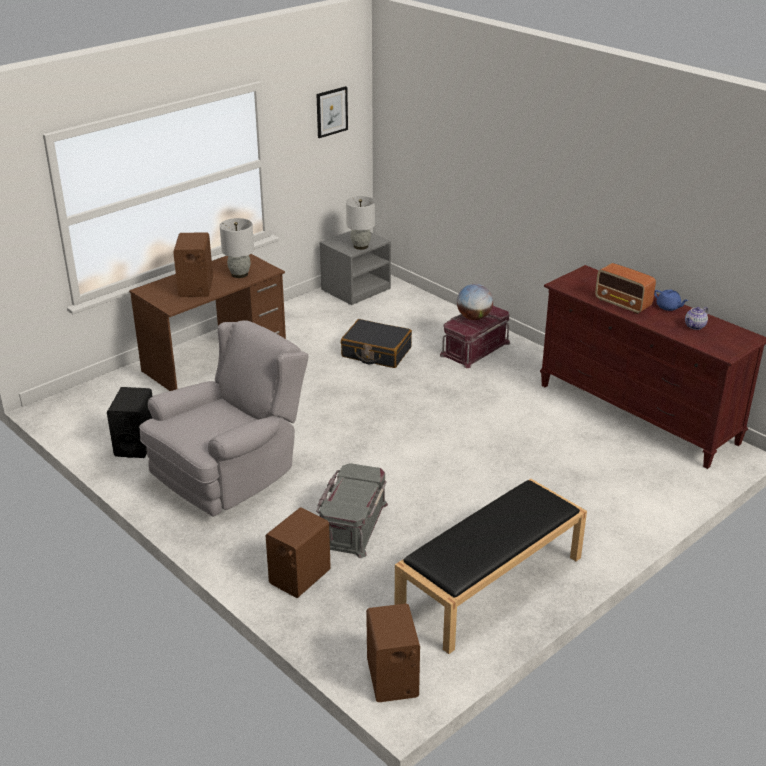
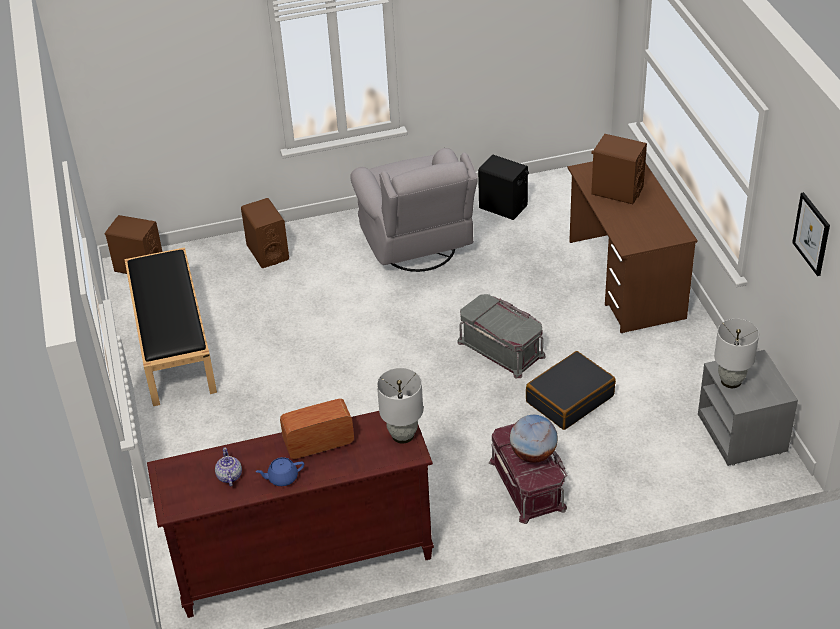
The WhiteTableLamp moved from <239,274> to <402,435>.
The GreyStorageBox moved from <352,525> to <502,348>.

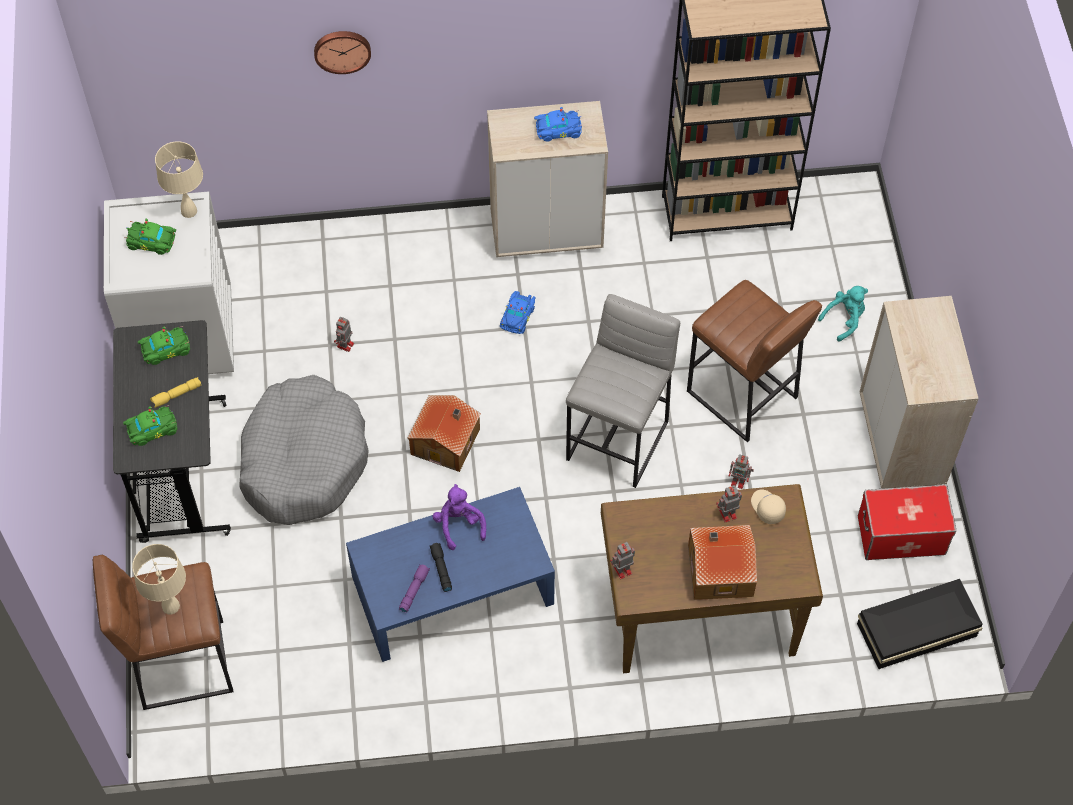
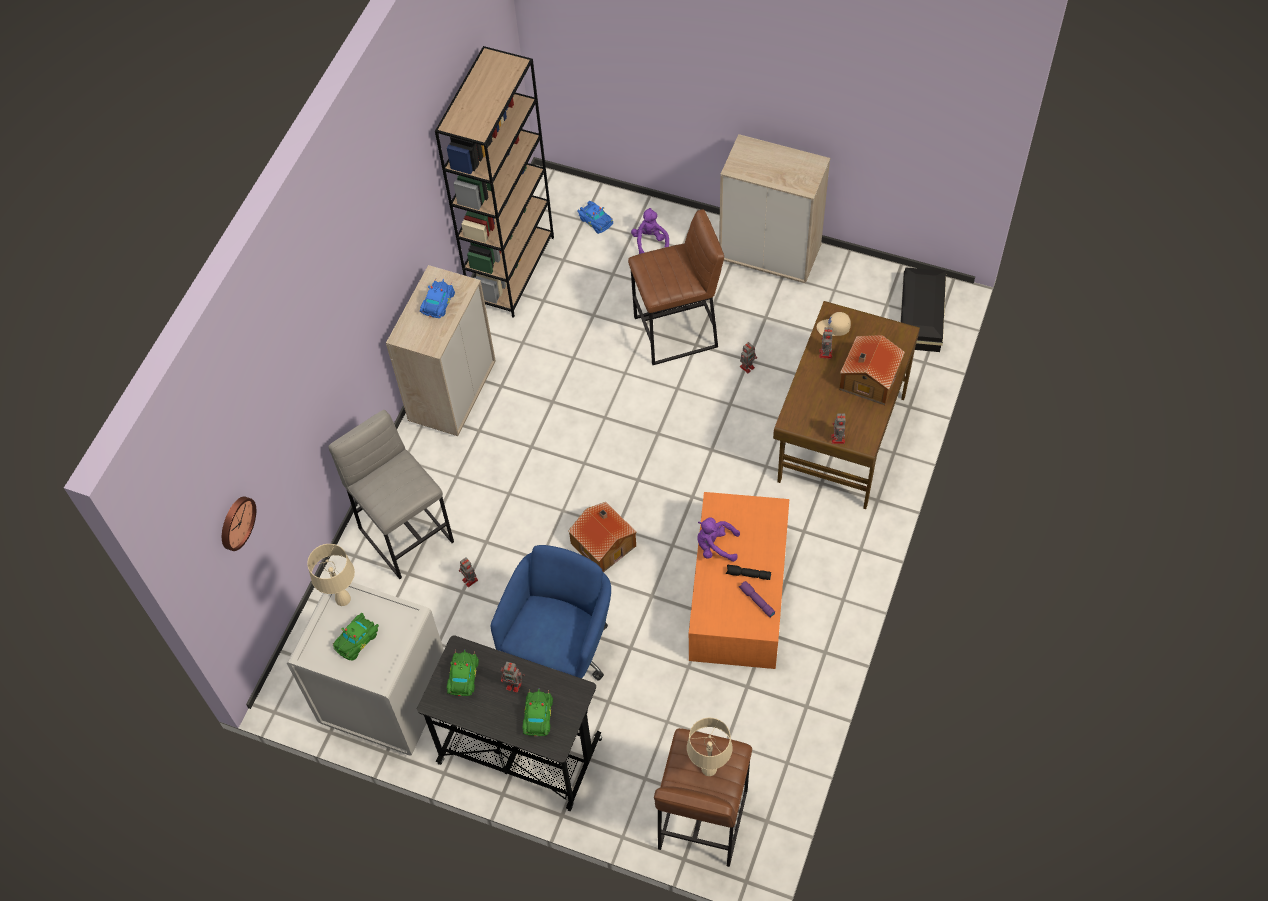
The YellowFlashlight at <176,395> was replaced by the ToyRobot at <514,685>.
The GreyDogBed at <303,460> was replaced by the BlueOfficeChair at <561,654>.
The WallClock moved from <342,50> to <236,522>.
The BlueCoffeeTable at <452,589> became the OrangeCoffeeTable at <737,594>.
The BlueToyCar moved from <518,316> to <595,220>.
The GreyStool moved from <618,439> to <405,534>.
The TurquoisePlushToy at <844,319> became the PurplePlushToy at <650,242>.
The StorageBox at <901,535> disappeared.

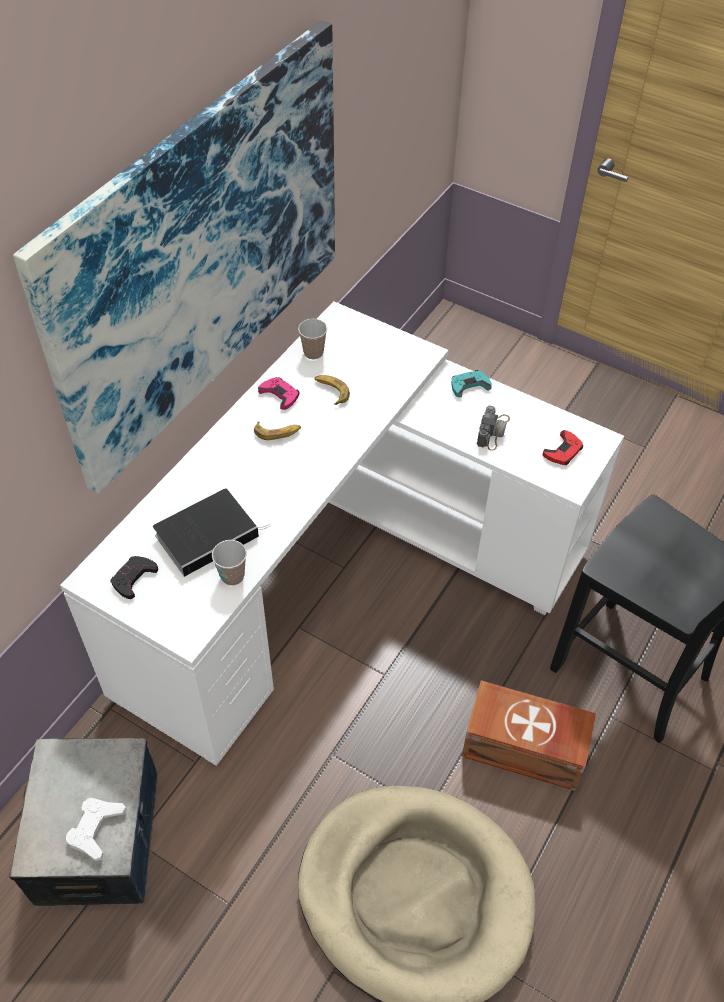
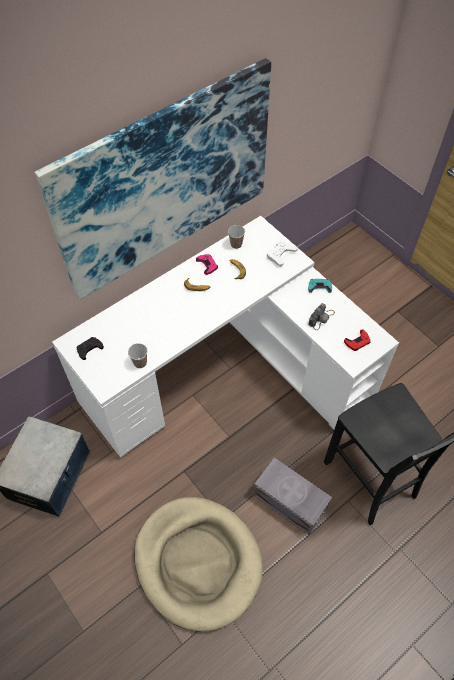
The WhiteGameController moved from <96,829> to <280,255>.
The Book at <209,534> disappeared.
The BrownStorageBox at <525,749> became the GreyStorageBox at <290,503>.

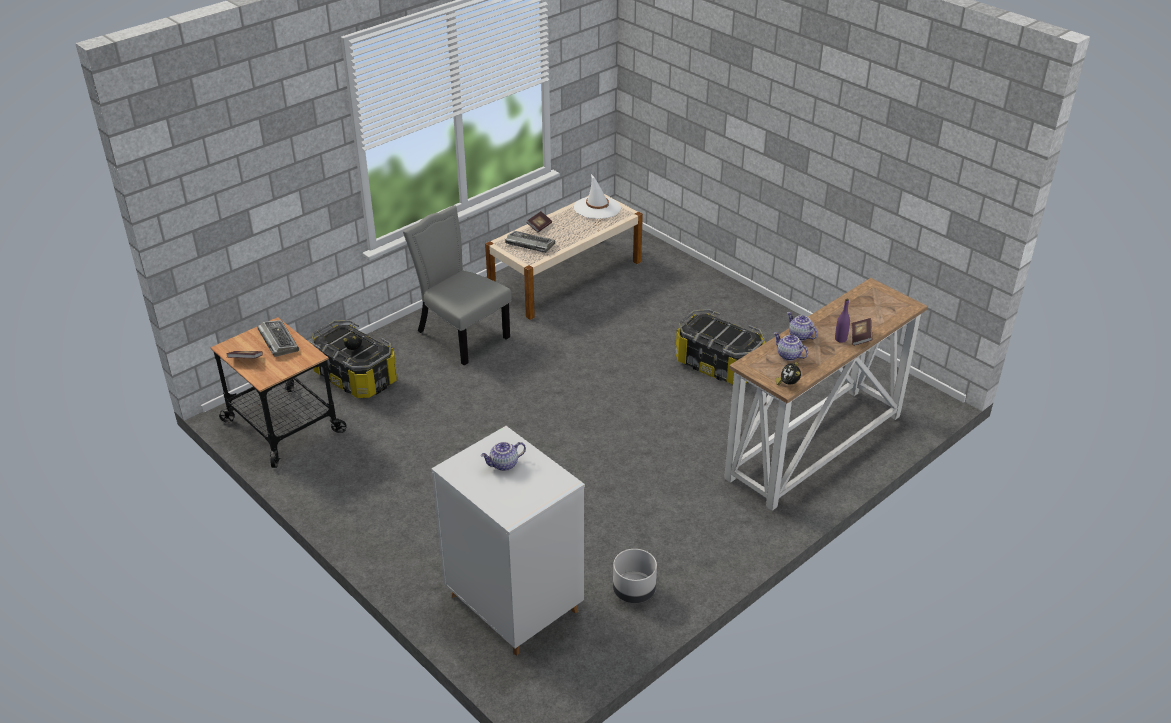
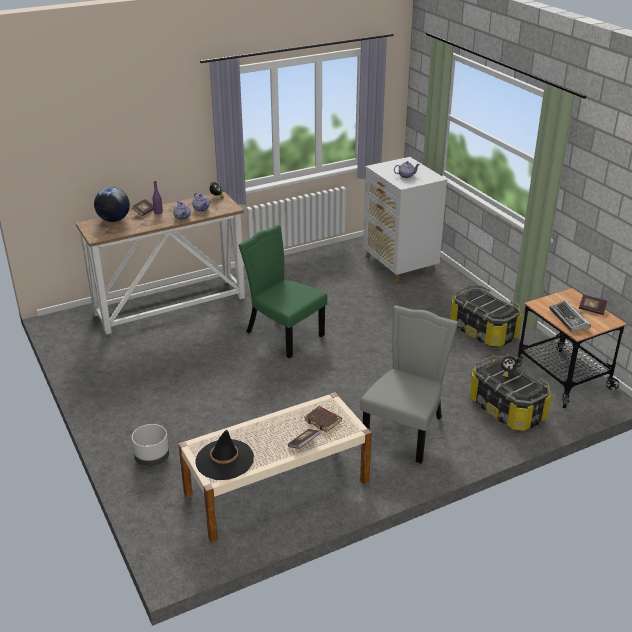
The GreyChair at <462,337> turned 120 degrees counterclockwise.
The Keyboard at <529,244> was replaced by the BrownBook at <323,421>.
The WhiteHat at <597,208> became the BlackHat at <224,460>.
The GreyPlanter moved from <634,591> to <152,459>.
The StorageBox moved from <718,365> to <483,331>.
The Globe at <114,220> appeared.
The GreenChair at <284,335> appeared.

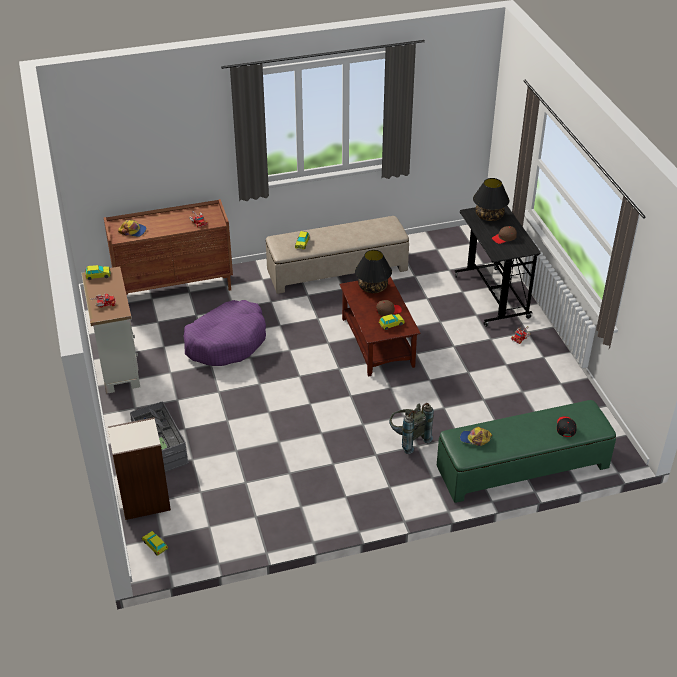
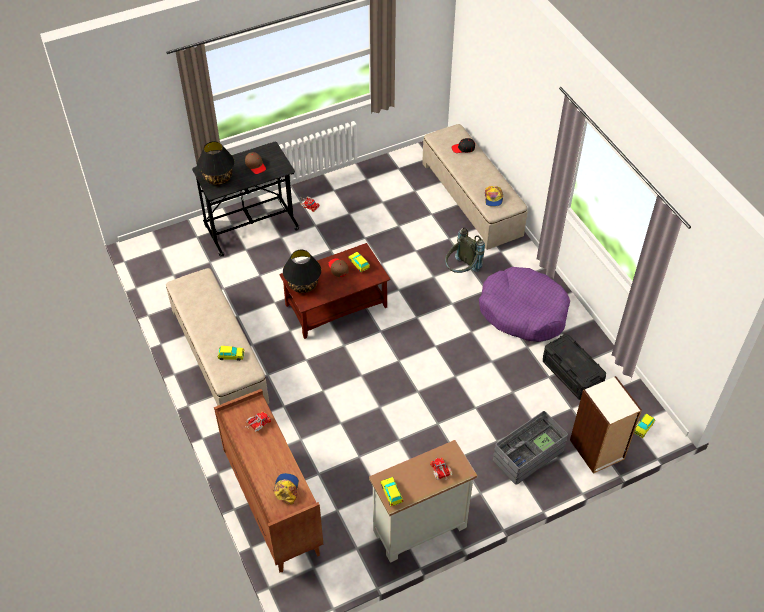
The PurpleDogBed moved from <226,342> to <523,312>.
The GreenBench at <522,467> became the BeigeBench at <472,199>.
The BlackStorageBox at <571,374> appeared.

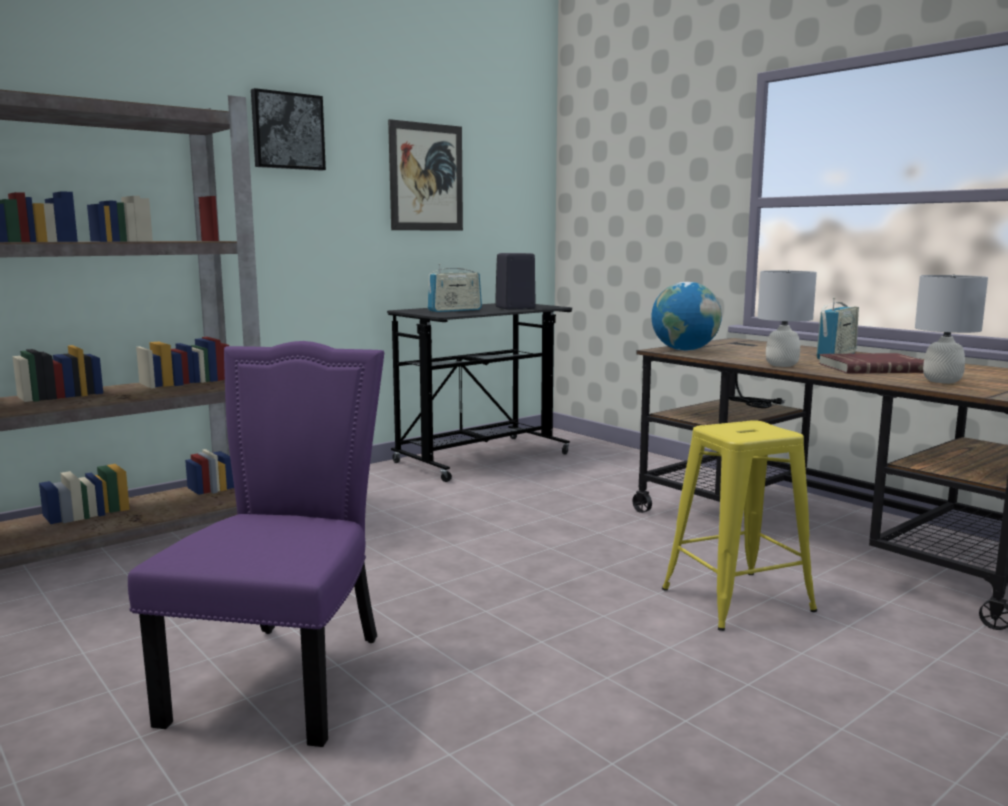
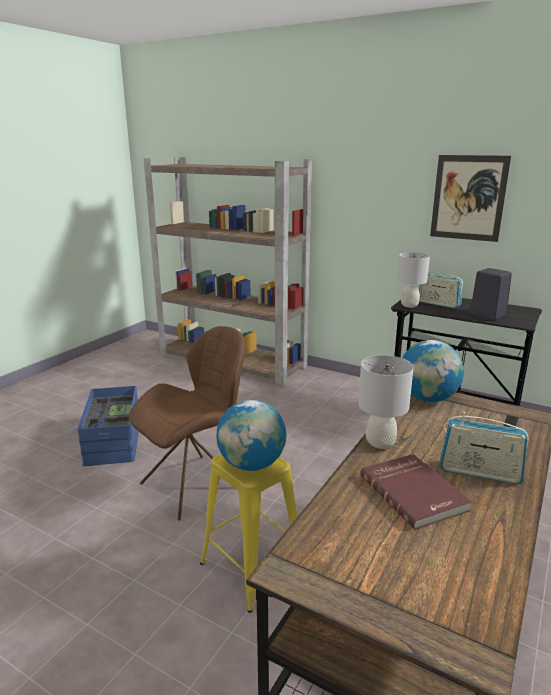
The PurpleChair at <281,683> was replaced by the BlueStorageBox at <114,440>.
The Picture at <287,131> disappeared.
The GreyTableLamp moved from <942,381> to <410,306>.
The BrownChair at <195,484> appeared.
The Globe at <252,464> appeared.

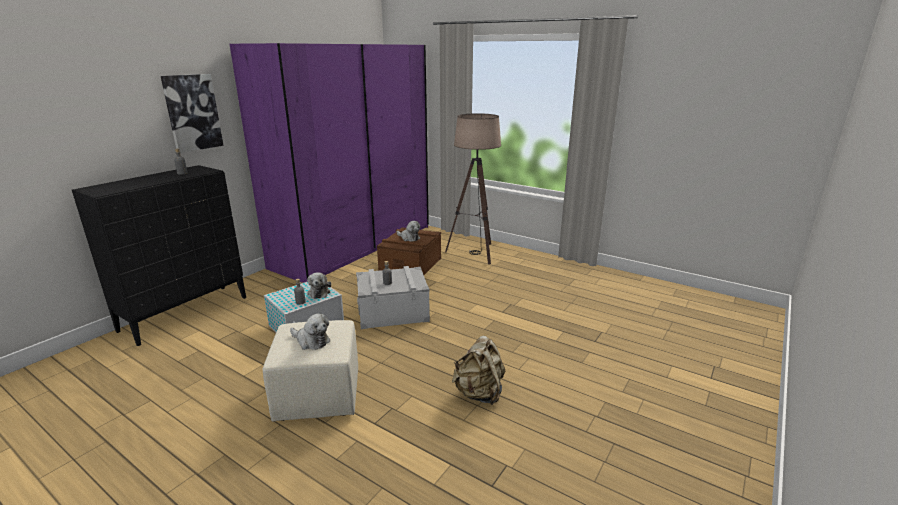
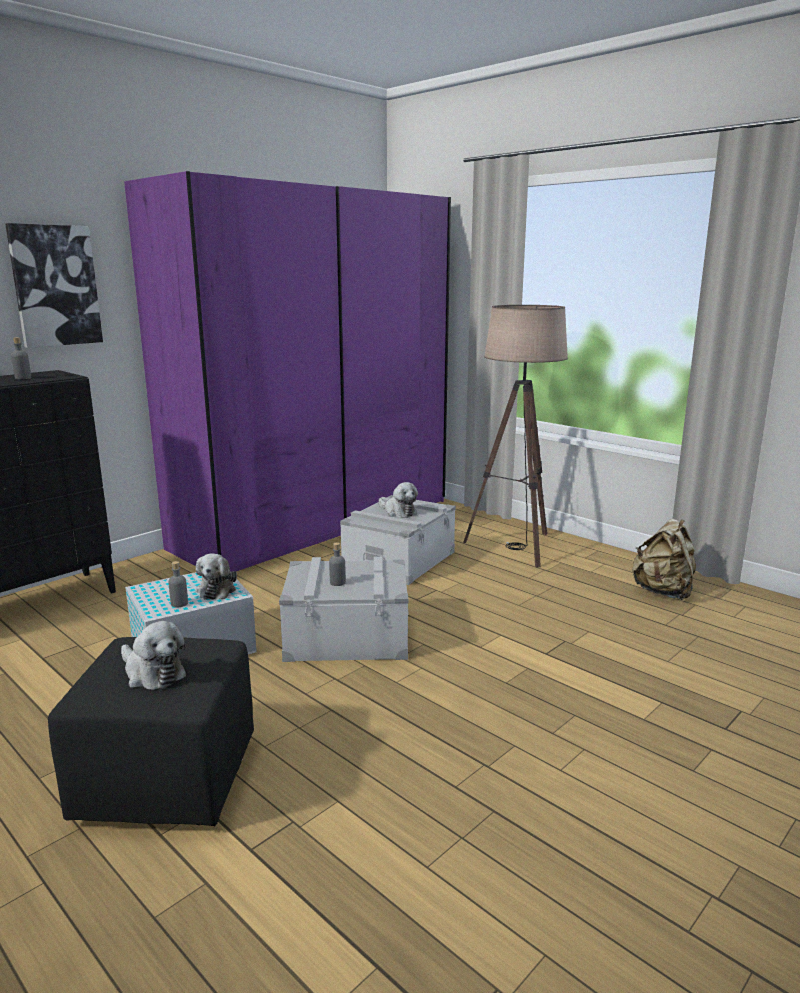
The BeigeOttoman at <318,395> became the BlackOttoman at <167,777>.
The BrownStorageBox at <410,265> became the GreyStorageBox at <399,559>.
The BeigeBackpack moved from <479,393> to <663,592>.

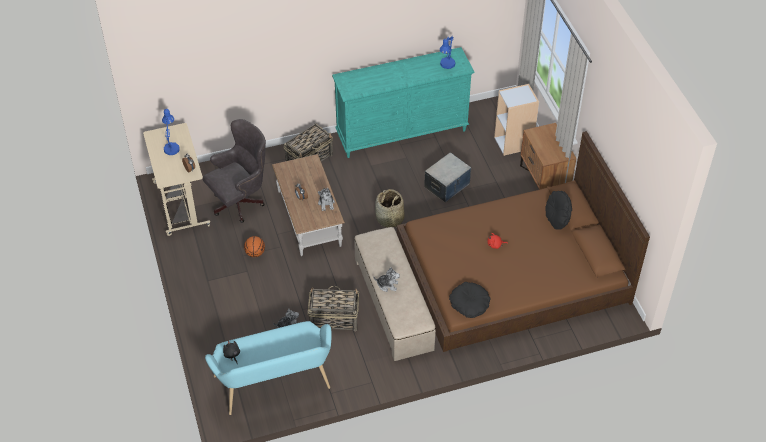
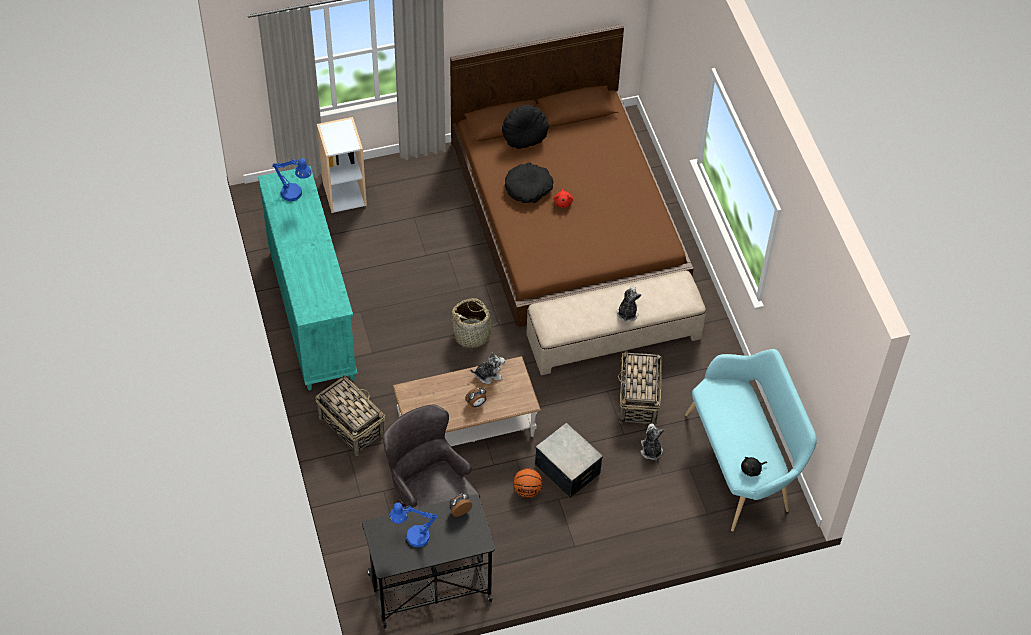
The BeigeDesk at <181,204> became the BlackDesk at <430,588>.
The StorageBox moved from <447,186> to <567,469>.
The BlackPillow moved from <470,303> to <527,187>.
The BrownNightstand at <544,179> disappeared.

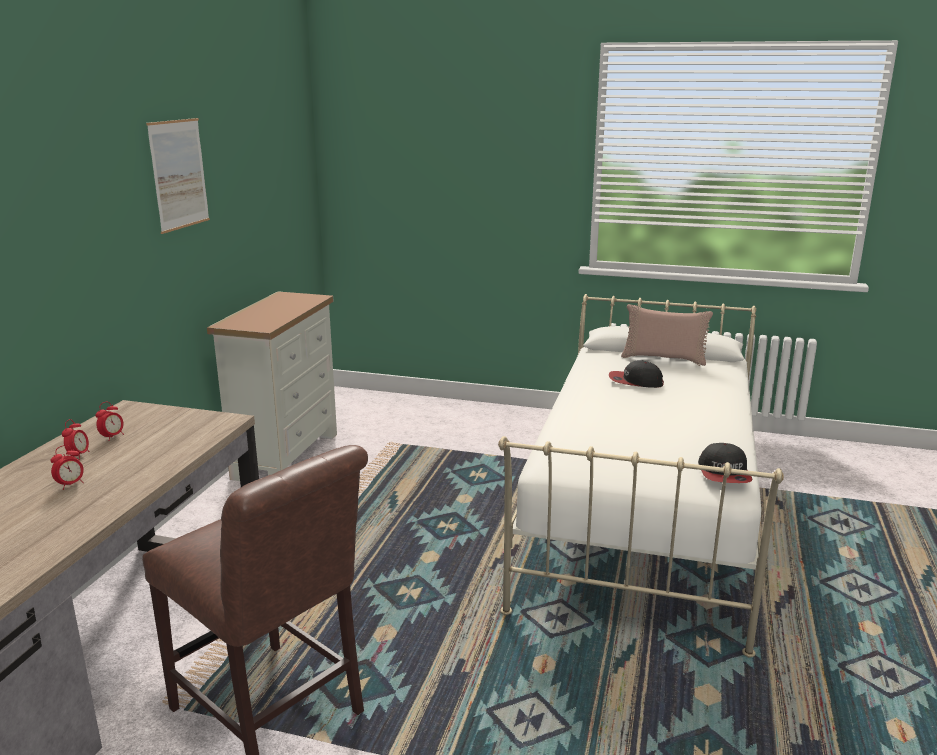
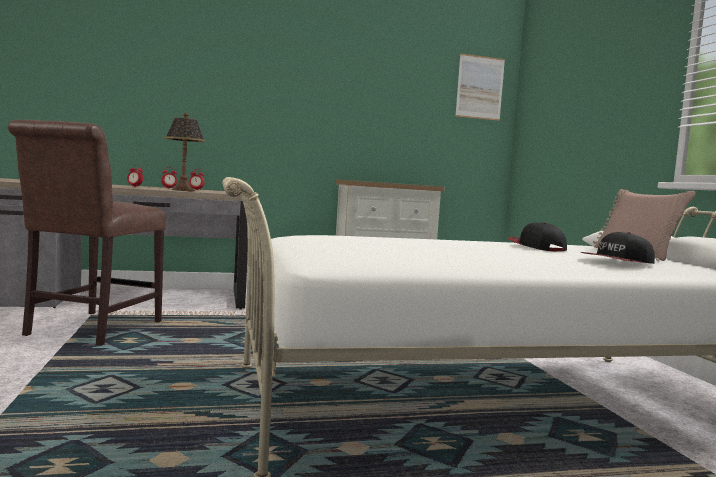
The Picture moved from <179,174> to <480,87>.
The Cap moved from <724,473> to <617,261>.
The TableLamp at <183,190> appeared.

